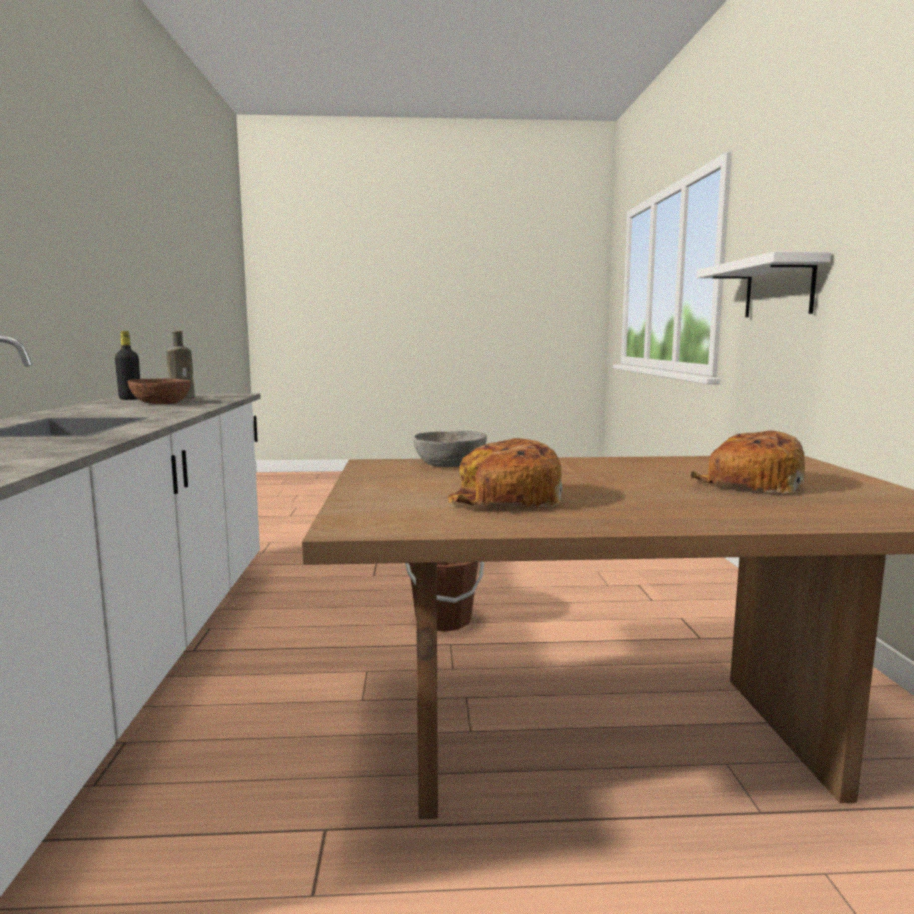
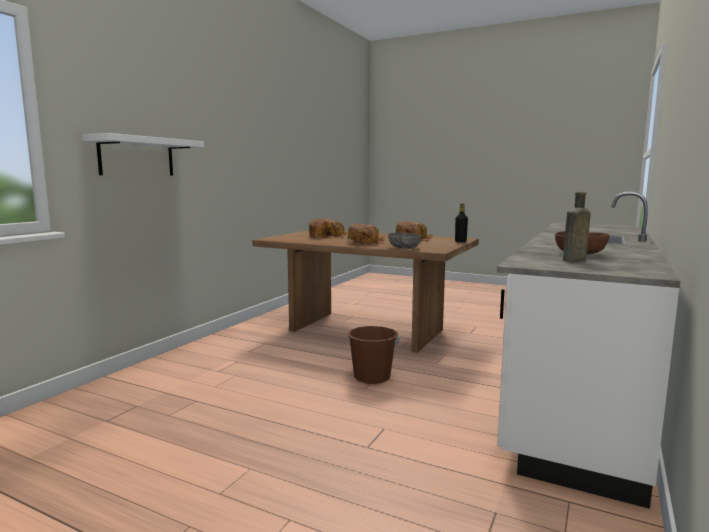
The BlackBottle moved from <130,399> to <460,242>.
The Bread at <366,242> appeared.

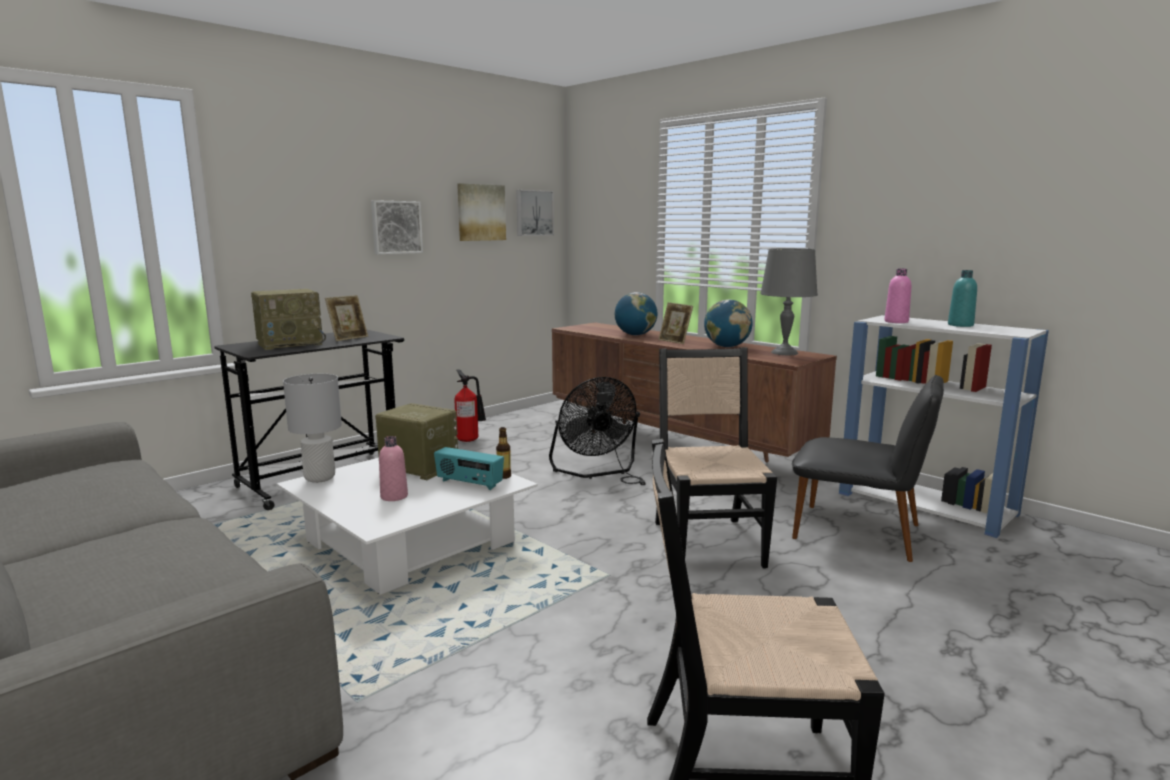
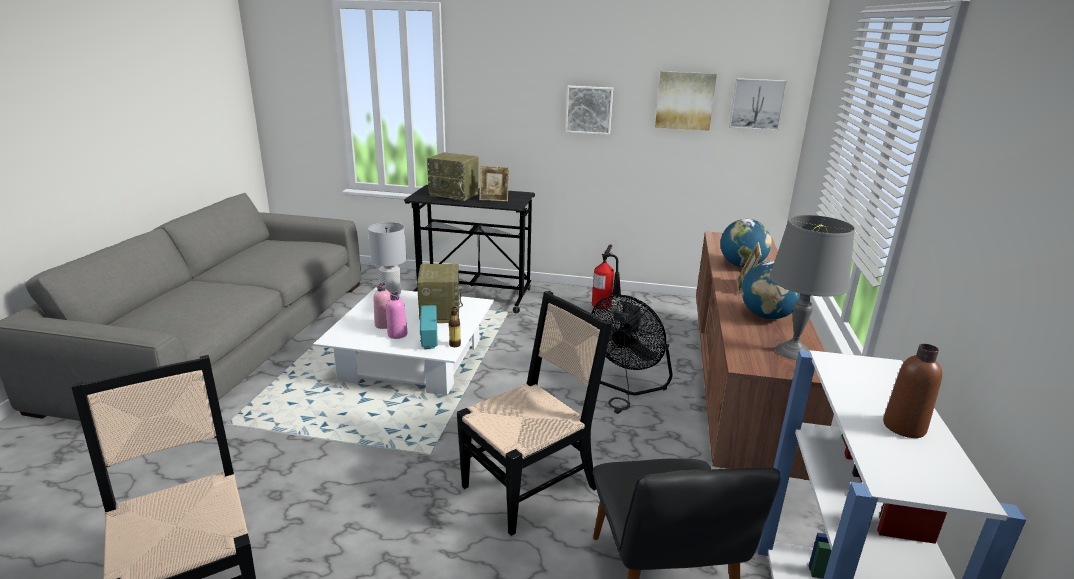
The PinkBottle moved from <896,321> to <397,334>.
The TurquoiseBottle at <960,325> became the BrownBottle at <904,427>.

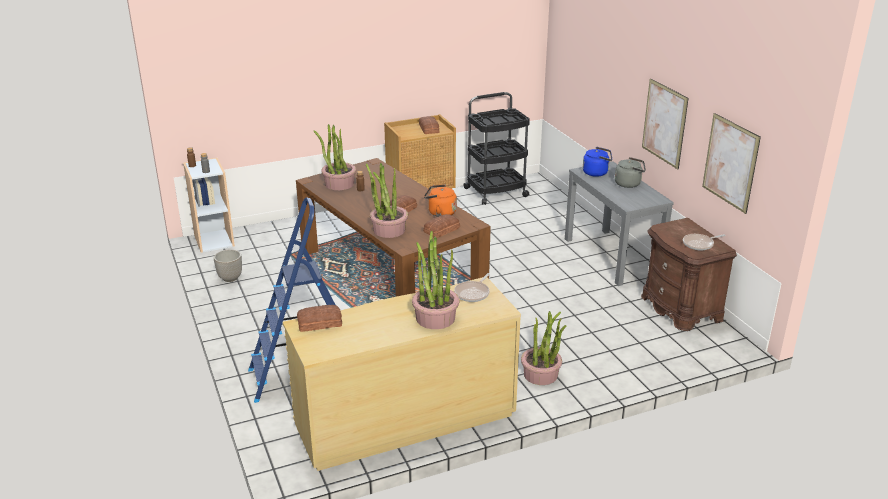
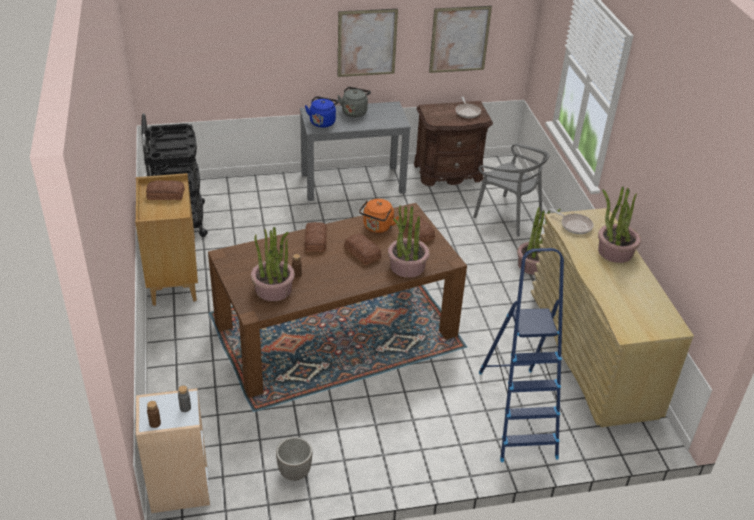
The Bread moved from <319,323> to <315,241>.
The GreyChair at <508,216> appeared.

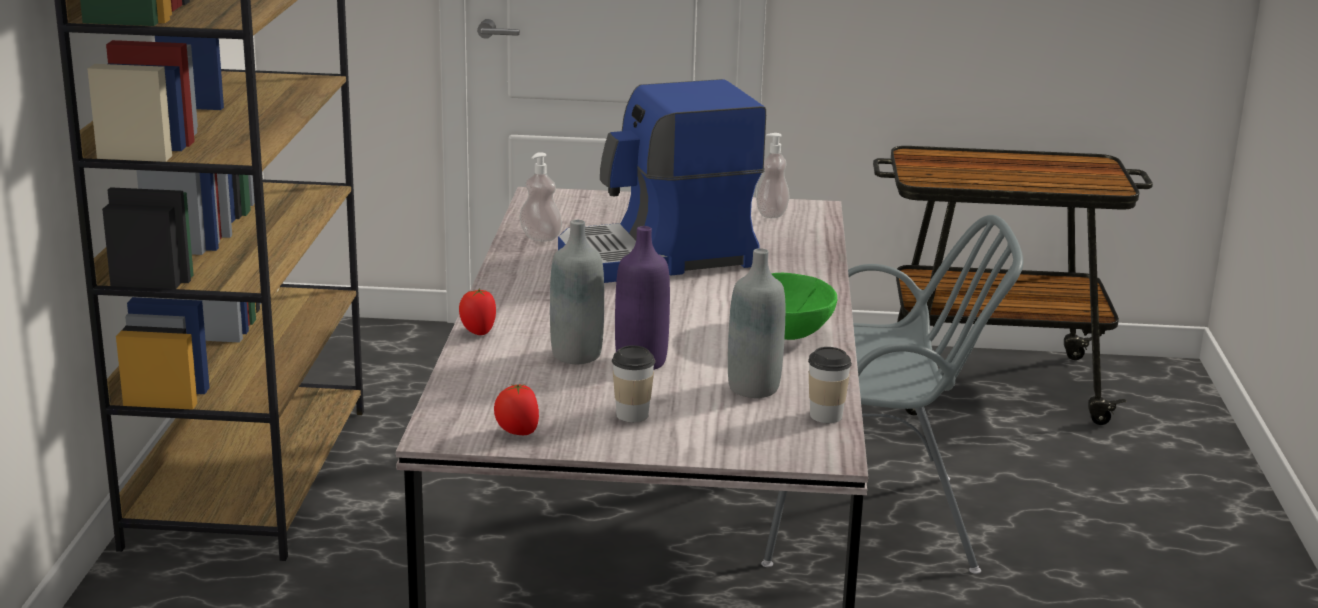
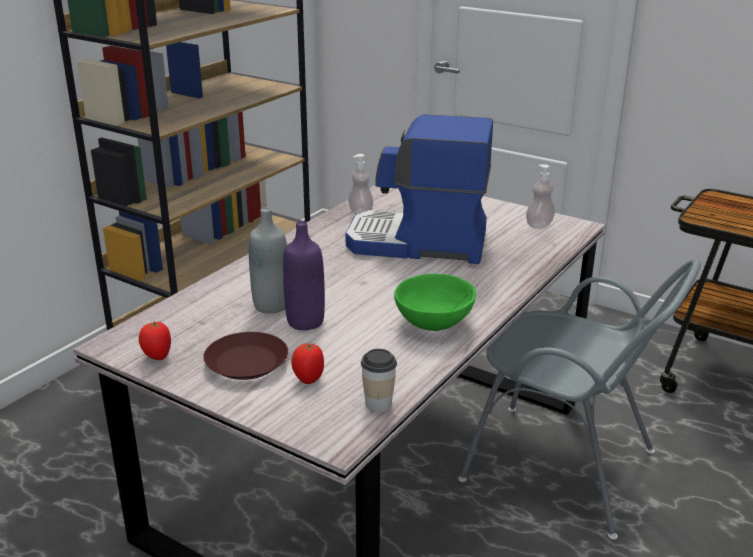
The Tomato moved from <477,332> to <308,379>.
The Cup at <632,415> was replaced by the BrownPlate at <245,363>.
The GreyBottle at <753,388> disappeared.

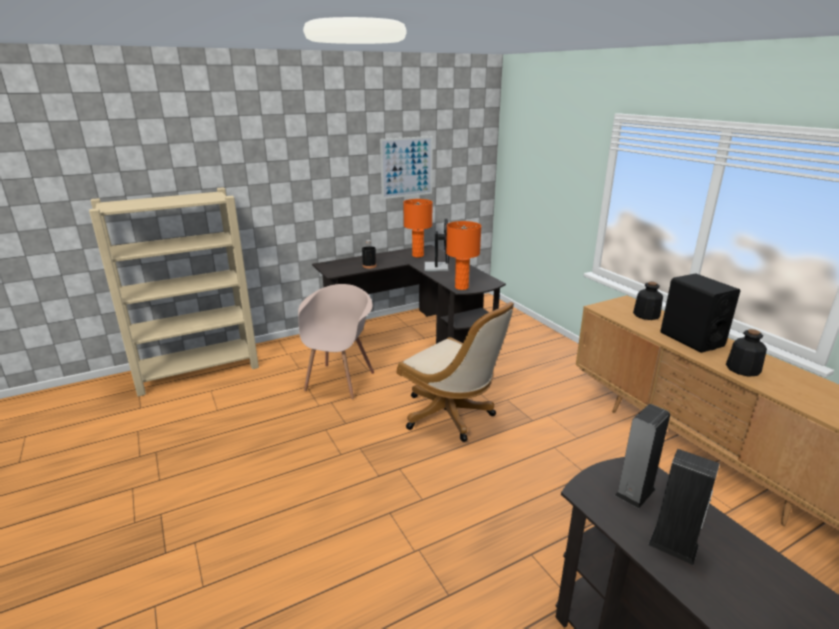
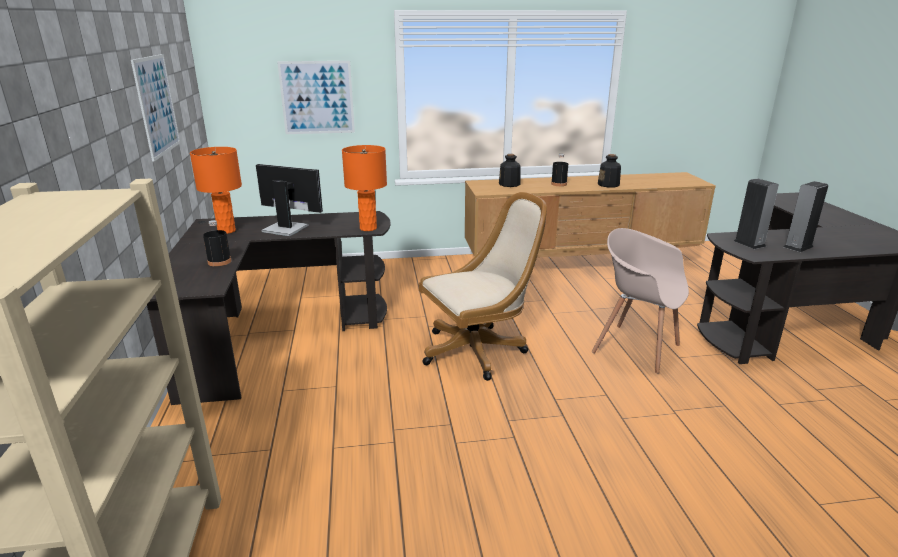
The BeigeChair moved from <340,381> to <634,348>.
The BlackSpeaker at <691,339> was replaced by the BlackBottle at <559,184>.
The Picture at <317,97> appeared.

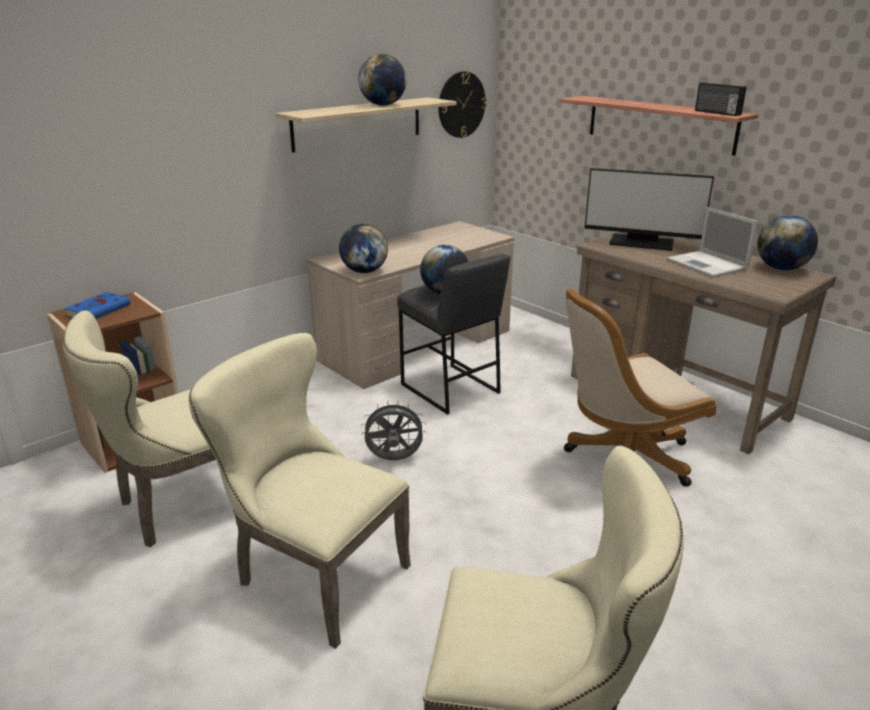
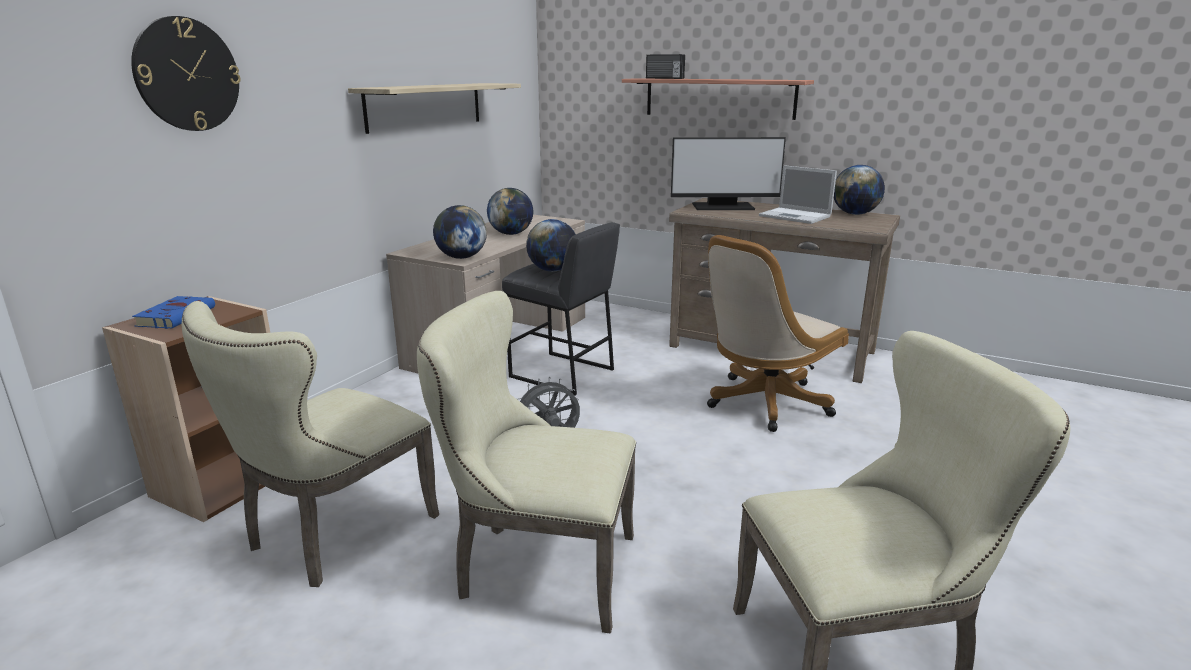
The Globe moved from <383,105> to <511,234>.
The WallClock moved from <461,105> to <187,74>.
The Radio moved from <717,113> to <664,78>.

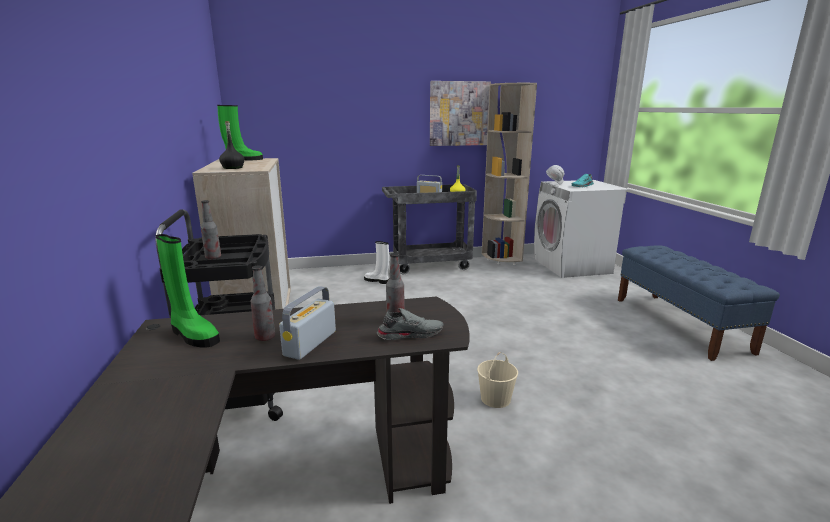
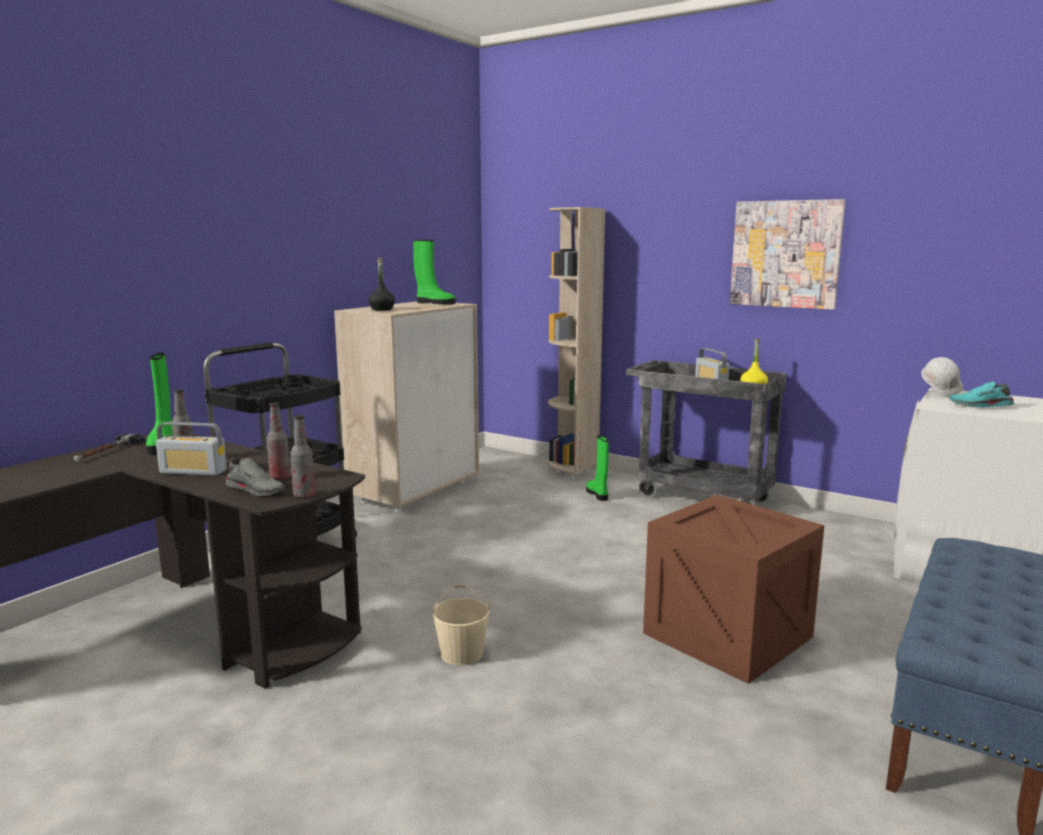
The Bottle moved from <213,257> to <304,496>.
The Radio at <310,343> turned 150 degrees counterclockwise.
The WhiteBoot at <377,281> became the GreenBoot at <598,494>.
The BeigeBookcase moved from <502,261> to <569,470>.
The Hammer at <108,451> appeared.
The Crate at <727,635> appeared.

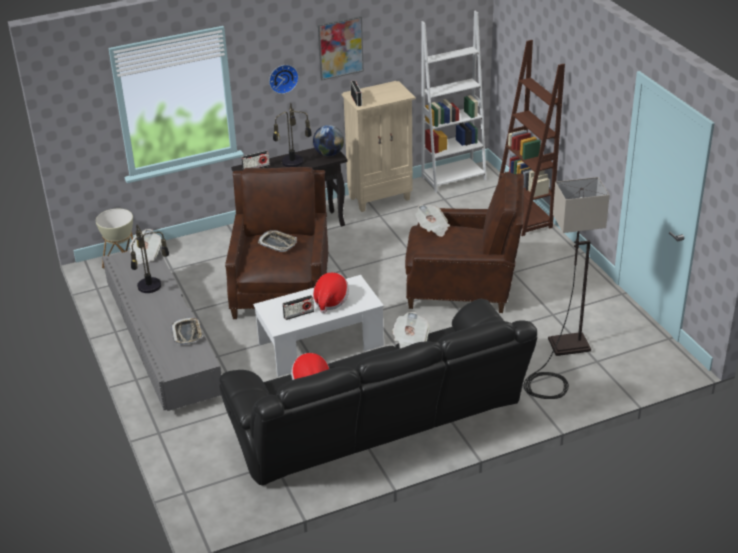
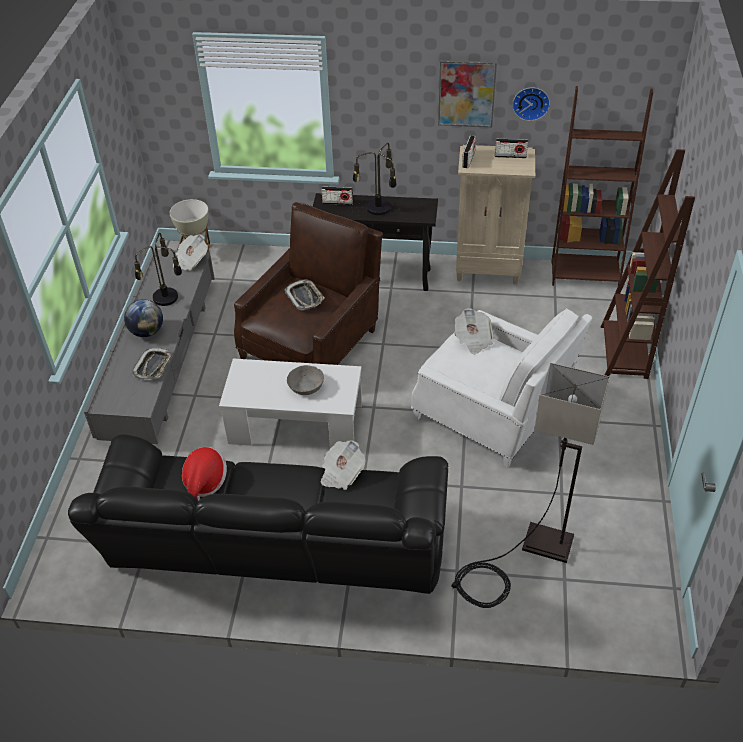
The WallClock moved from <282,78> to <531,102>.
The Radio moved from <298,314> to <510,156>.
The Globe moved from <329,154> to <147,332>.
The Hat at <330,301> was replaced by the GreyBowl at <306,386>.
The BrownArmchair at <463,285> became the WhiteArmchair at <492,413>.
The WhiteBookcase at <453,178> became the BrownBookcase at <585,274>.

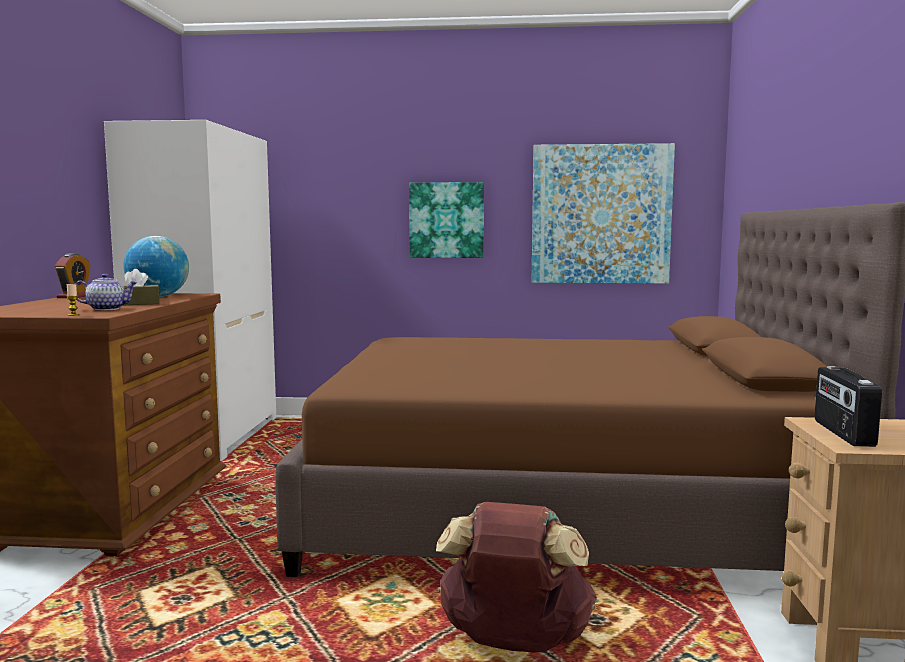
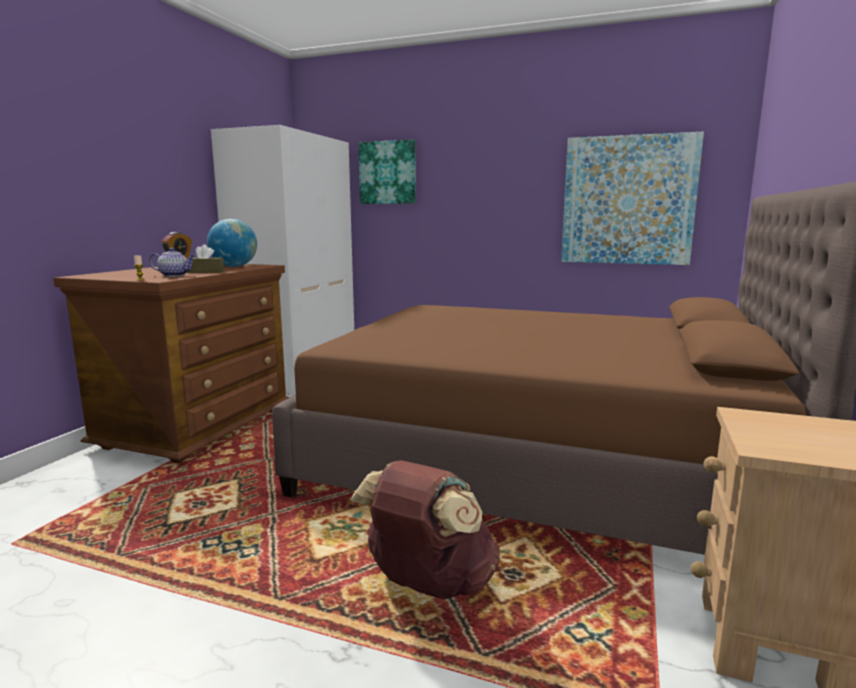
The Picture moved from <446,220> to <388,172>.
The Radio at <842,433> disappeared.

